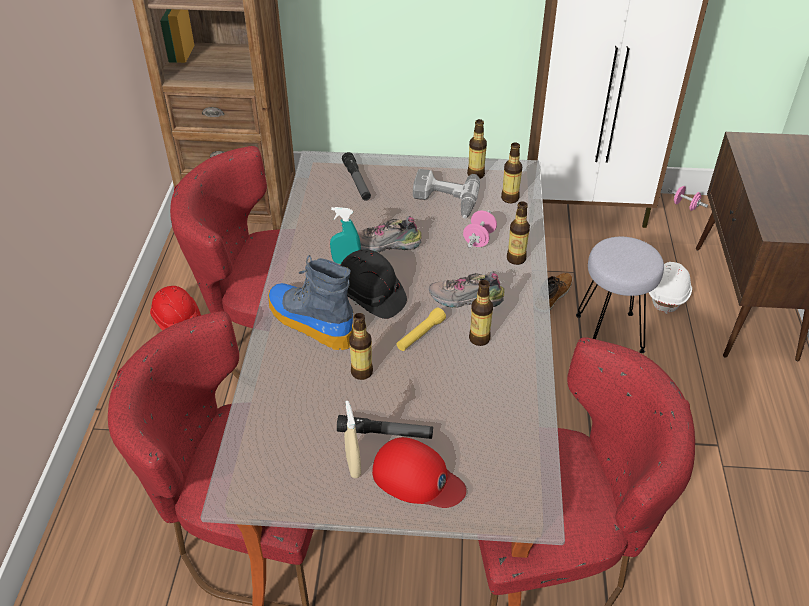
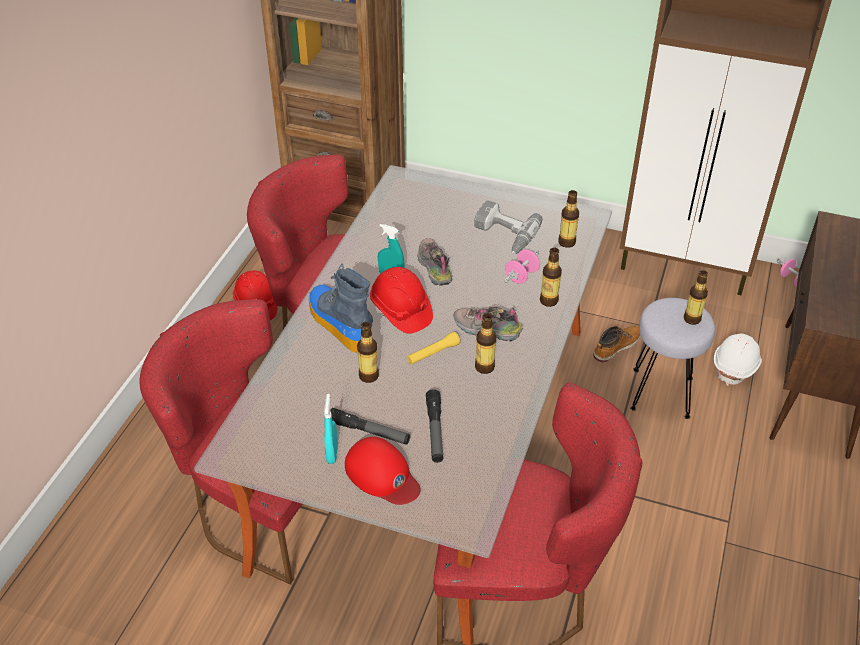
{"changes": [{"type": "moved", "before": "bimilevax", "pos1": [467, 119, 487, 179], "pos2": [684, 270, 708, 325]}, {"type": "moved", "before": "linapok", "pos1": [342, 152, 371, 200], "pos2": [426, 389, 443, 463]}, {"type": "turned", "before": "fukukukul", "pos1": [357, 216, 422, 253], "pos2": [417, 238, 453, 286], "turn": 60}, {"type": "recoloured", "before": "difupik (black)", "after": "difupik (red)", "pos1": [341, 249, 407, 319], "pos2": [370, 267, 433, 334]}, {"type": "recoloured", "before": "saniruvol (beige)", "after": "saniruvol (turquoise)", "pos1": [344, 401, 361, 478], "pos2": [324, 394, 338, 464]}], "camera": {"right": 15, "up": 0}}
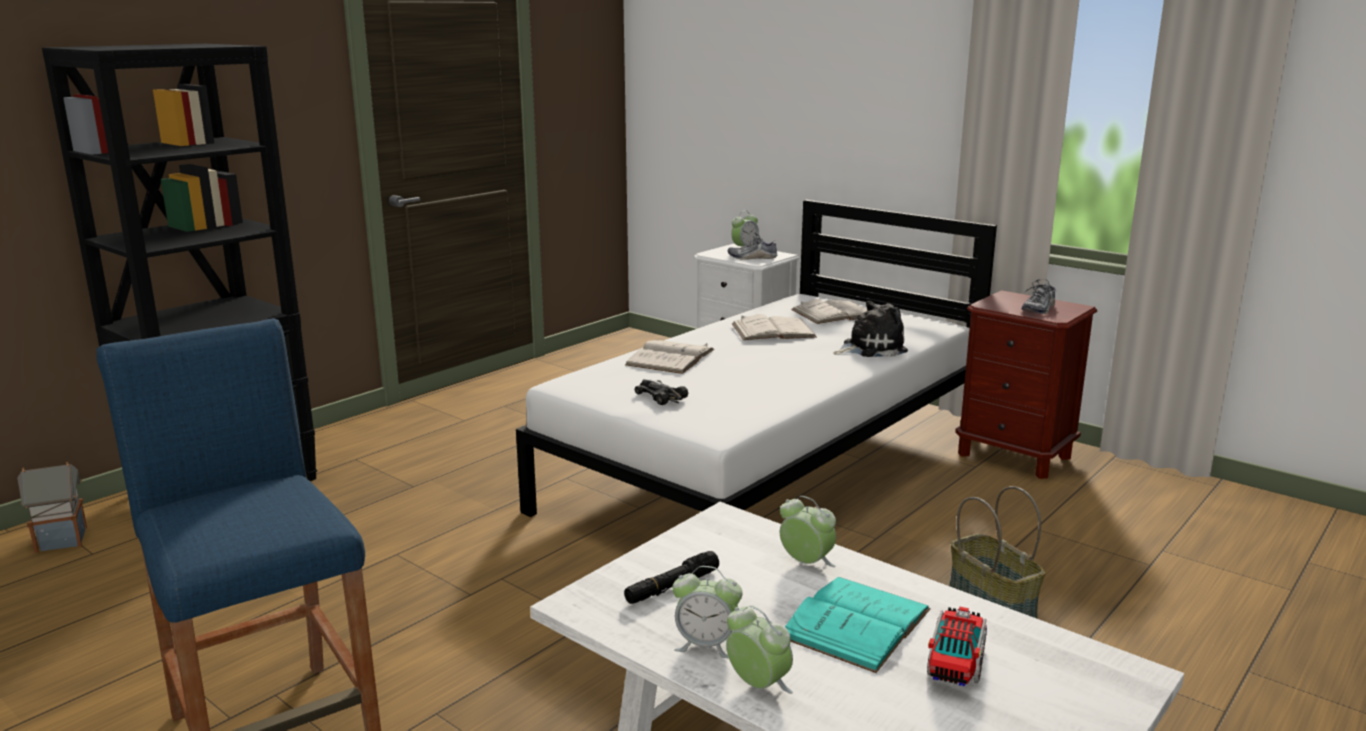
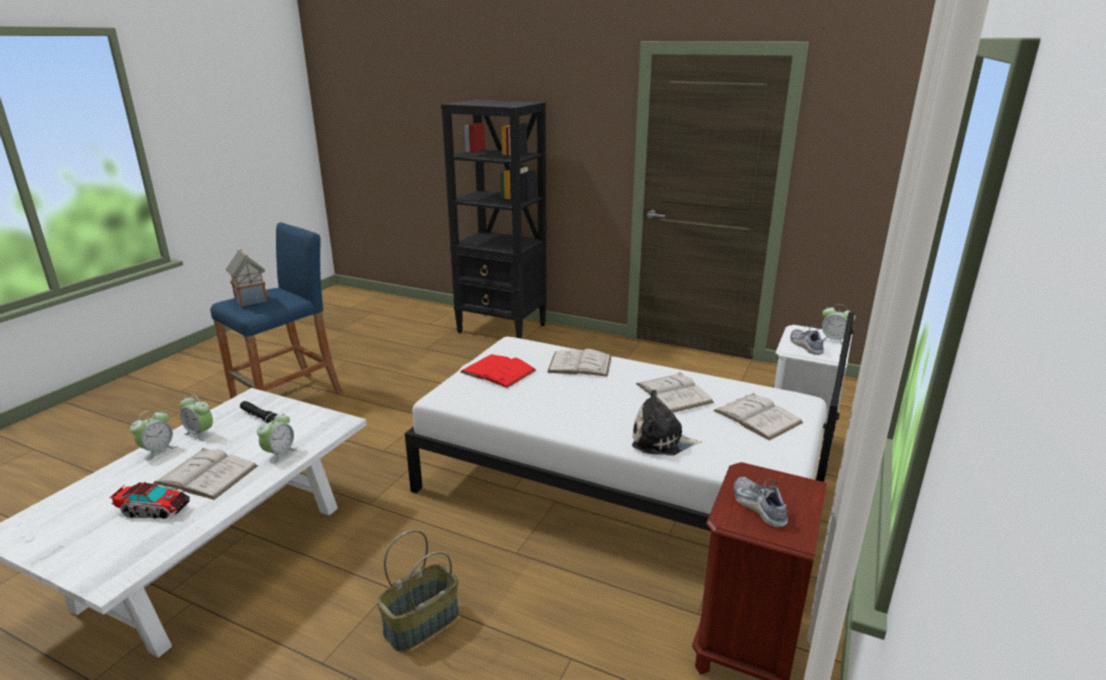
{"changes": [{"type": "turned", "before": "fukukukul", "pos1": [1022, 279, 1056, 315], "pos2": [733, 477, 788, 528], "turn": 45}, {"type": "turned", "before": "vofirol", "pos1": [833, 301, 908, 357], "pos2": [632, 390, 701, 456], "turn": 135}, {"type": "replaced", "before": "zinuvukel", "after": "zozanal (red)", "pos1": [635, 379, 688, 405], "pos2": [460, 354, 536, 388]}, {"type": "moved", "before": "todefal", "pos1": [17, 462, 87, 553], "pos2": [226, 249, 268, 307]}, {"type": "turned", "before": "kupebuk", "pos1": [672, 566, 743, 658], "pos2": [180, 394, 213, 441], "turn": -60}, {"type": "recoloured", "before": "zozanal (turquoise)", "after": "zozanal (white)", "pos1": [785, 577, 930, 673], "pos2": [153, 448, 258, 500]}], "camera": {"right": 75, "up": 5}}
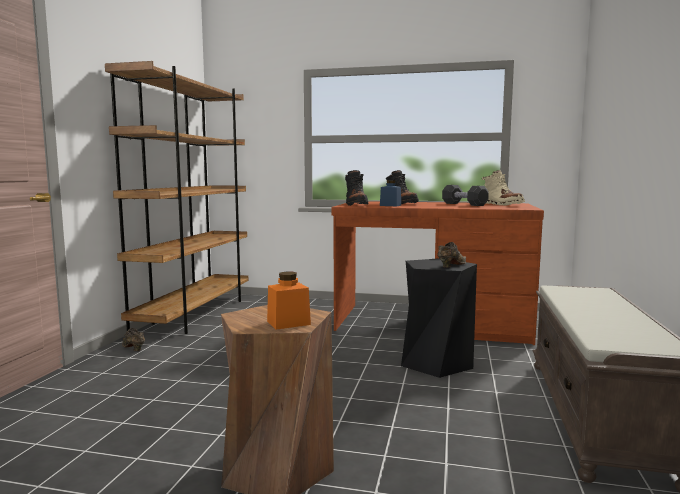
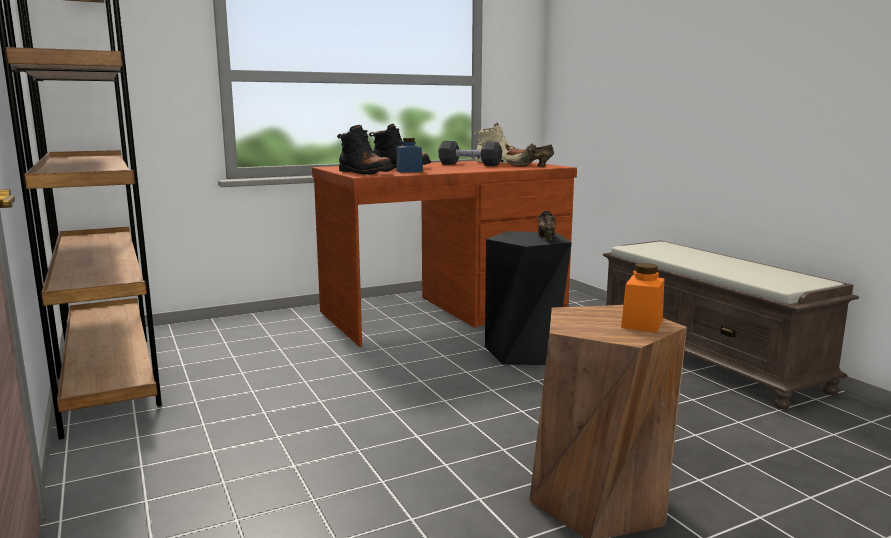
{"changes": [{"type": "moved", "before": "fukukukul (brown)", "pos1": [122, 328, 145, 351], "pos2": [507, 143, 554, 167]}], "camera": {"right": -40, "up": 5}}
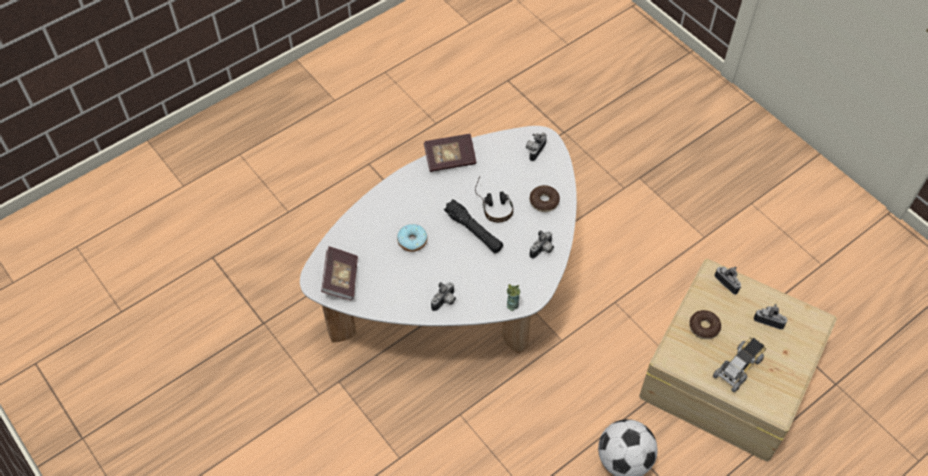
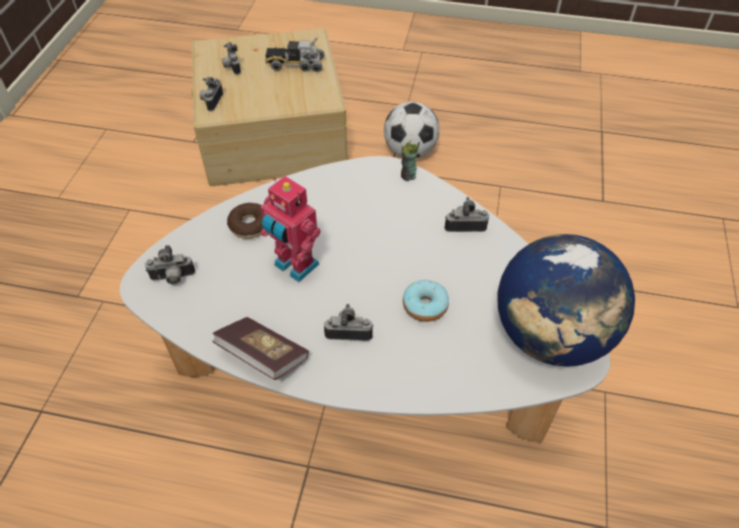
{"changes": [{"type": "replaced", "before": "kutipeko", "after": "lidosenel", "pos1": [475, 177, 513, 223], "pos2": [261, 176, 320, 282]}, {"type": "removed", "before": "linapok (black)", "pos1": [444, 199, 503, 254]}, {"type": "moved", "before": "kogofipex", "pos1": [529, 230, 554, 258], "pos2": [324, 304, 373, 341]}, {"type": "replaced", "before": "zozanal", "after": "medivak", "pos1": [321, 246, 358, 300], "pos2": [498, 234, 635, 367]}, {"type": "removed", "before": "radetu", "pos1": [689, 310, 721, 339]}], "camera": {"right": -130, "up": -5}}
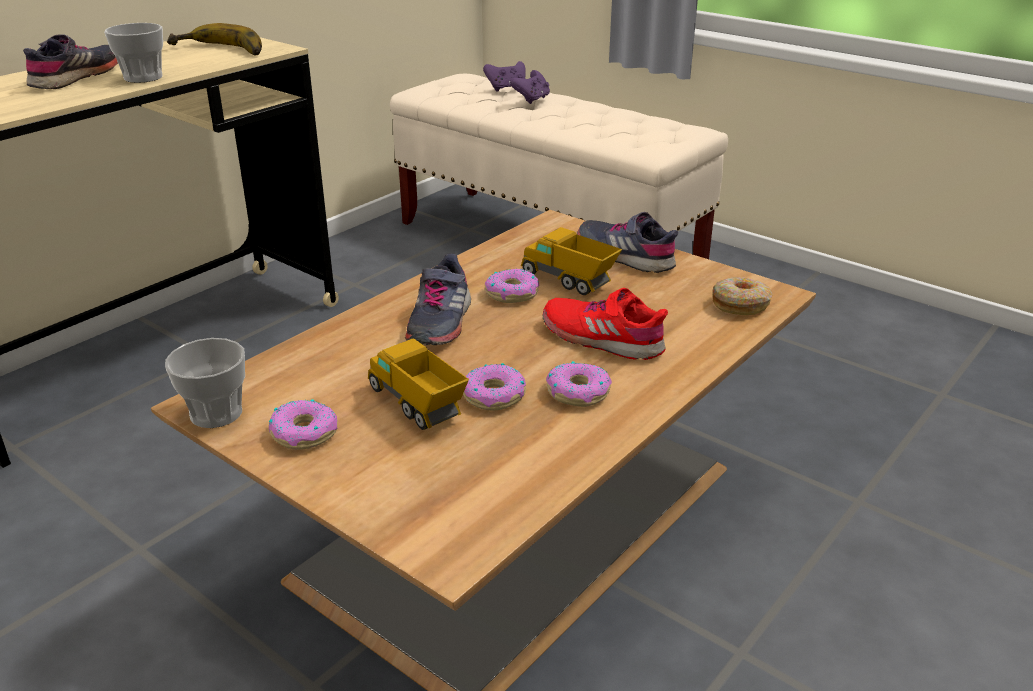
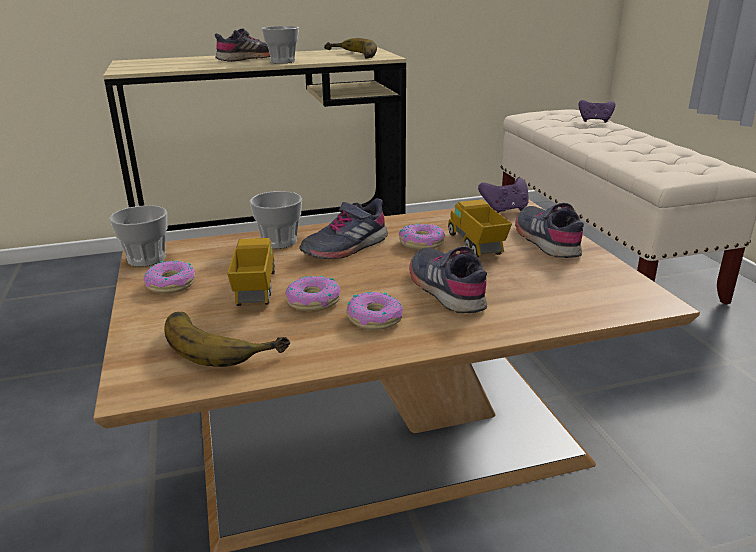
{"changes": [{"type": "moved", "before": "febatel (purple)", "pos1": [510, 70, 550, 104], "pos2": [478, 178, 529, 213]}, {"type": "removed", "before": "radetu", "pos1": [712, 277, 773, 315]}, {"type": "recoloured", "before": "fukukukul (red)", "after": "fukukukul (grey)", "pos1": [543, 288, 668, 360], "pos2": [409, 246, 487, 313]}, {"type": "added", "after": "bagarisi", "pos2": [249, 191, 302, 249]}, {"type": "added", "after": "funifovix", "pos2": [164, 312, 290, 367]}], "camera": {"right": 35, "up": -5}}
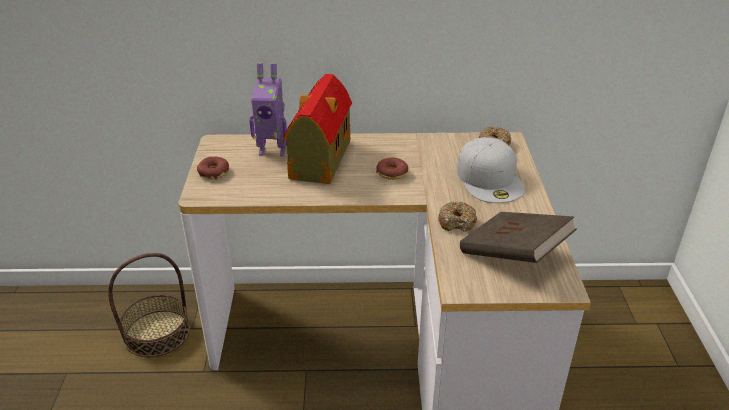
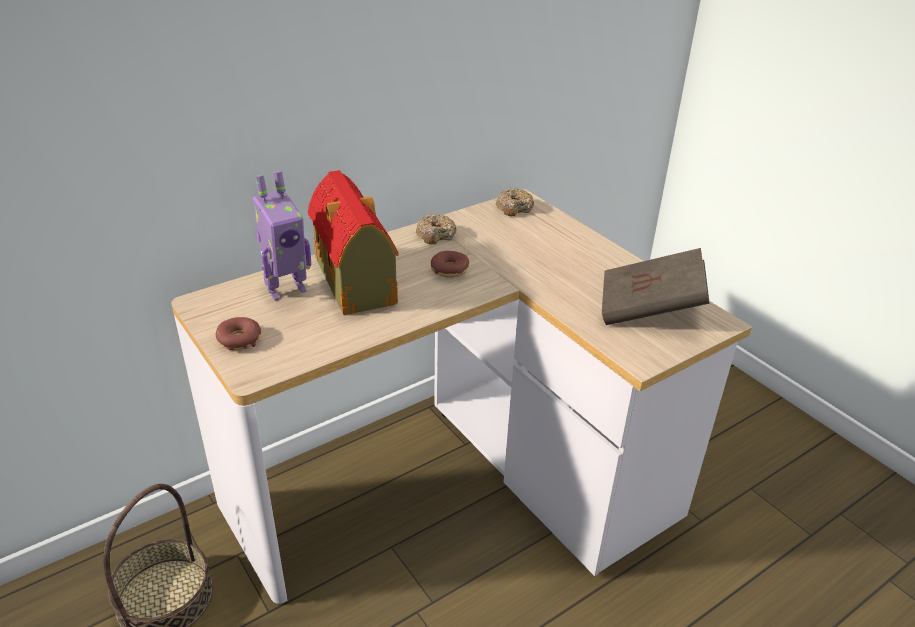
{"changes": [{"type": "removed", "before": "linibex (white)", "pos1": [457, 137, 525, 203]}, {"type": "moved", "before": "radetu", "pos1": [438, 201, 477, 232], "pos2": [416, 214, 456, 244]}], "camera": {"right": -35, "up": 0}}
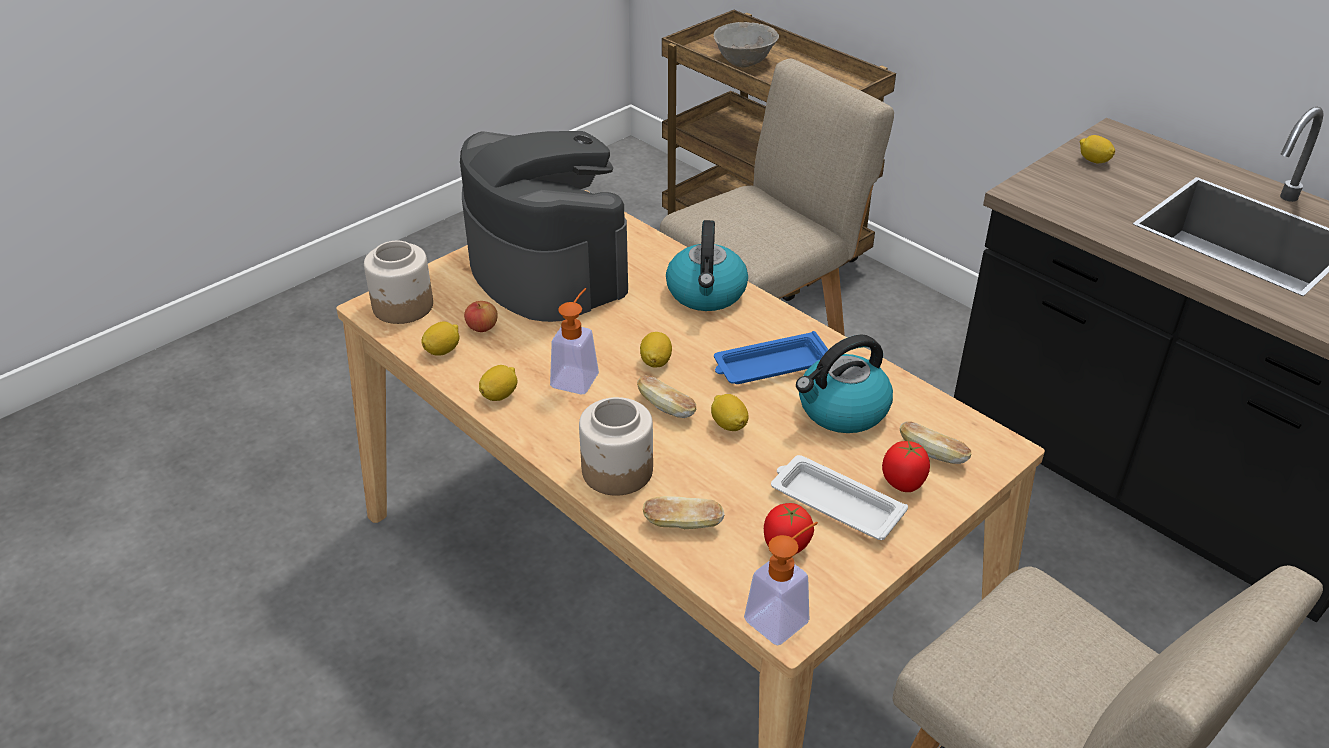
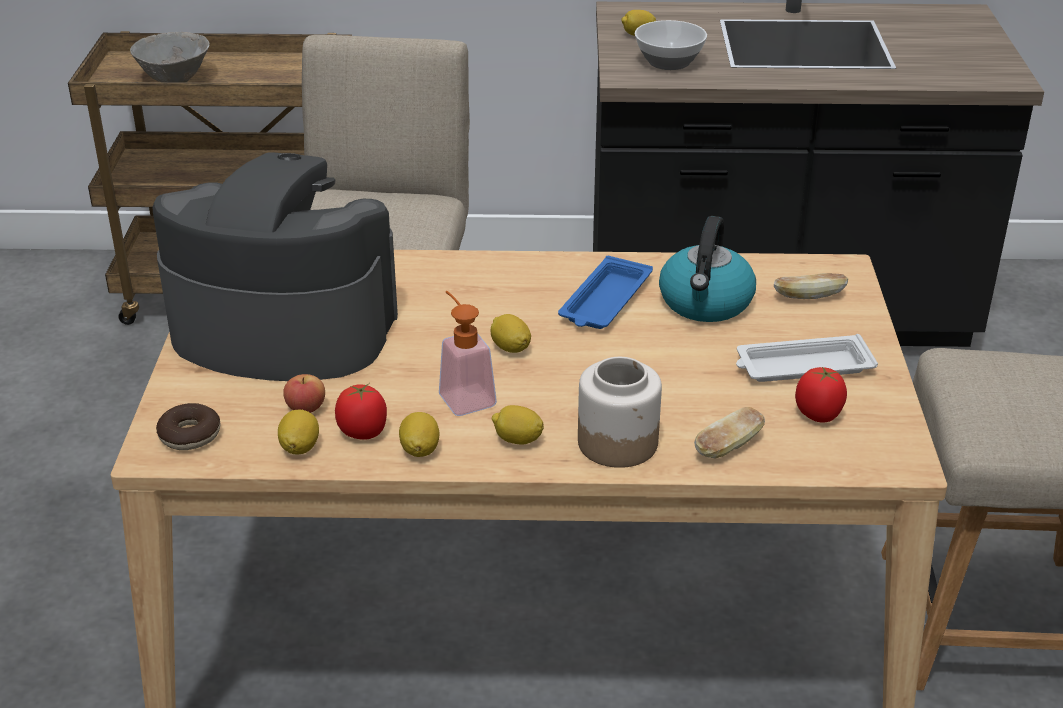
{"changes": [{"type": "removed", "before": "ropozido", "pos1": [666, 220, 748, 311]}, {"type": "replaced", "before": "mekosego", "after": "radetu", "pos1": [364, 241, 433, 324], "pos2": [156, 403, 220, 450]}, {"type": "removed", "before": "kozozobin", "pos1": [637, 375, 696, 418]}, {"type": "moved", "before": "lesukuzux", "pos1": [711, 394, 749, 431], "pos2": [492, 405, 544, 445]}, {"type": "moved", "before": "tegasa", "pos1": [882, 441, 930, 492], "pos2": [335, 384, 387, 440]}, {"type": "removed", "before": "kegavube", "pos1": [744, 522, 818, 646]}, {"type": "added", "after": "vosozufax", "pos2": [634, 20, 707, 70]}], "camera": {"right": -45, "up": -5}}
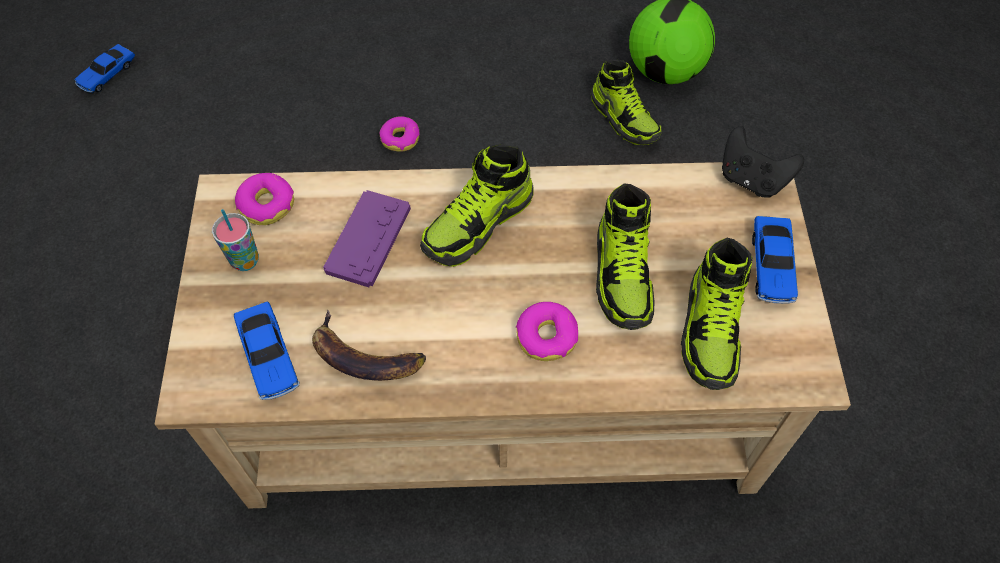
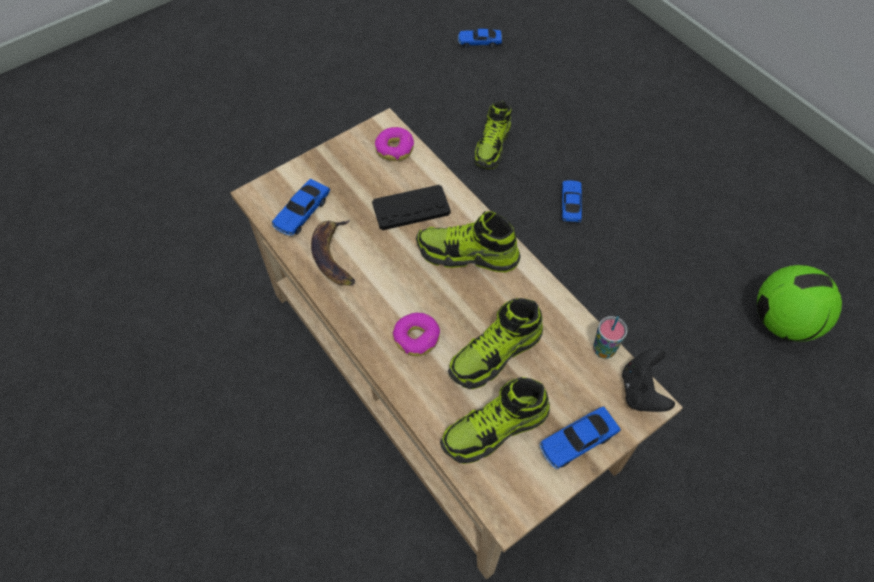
{"changes": [{"type": "moved", "before": "fukukukul", "pos1": [591, 60, 662, 145], "pos2": [474, 101, 512, 169]}, {"type": "replaced", "before": "radetu", "after": "zinuvukel", "pos1": [380, 116, 420, 152], "pos2": [561, 180, 582, 222]}, {"type": "recoloured", "before": "febatel (purple)", "after": "febatel (black)", "pos1": [323, 190, 411, 287], "pos2": [372, 185, 451, 230]}, {"type": "moved", "before": "bagarisi", "pos1": [212, 209, 259, 271], "pos2": [593, 316, 627, 359]}], "camera": {"right": 55, "up": 0}}
